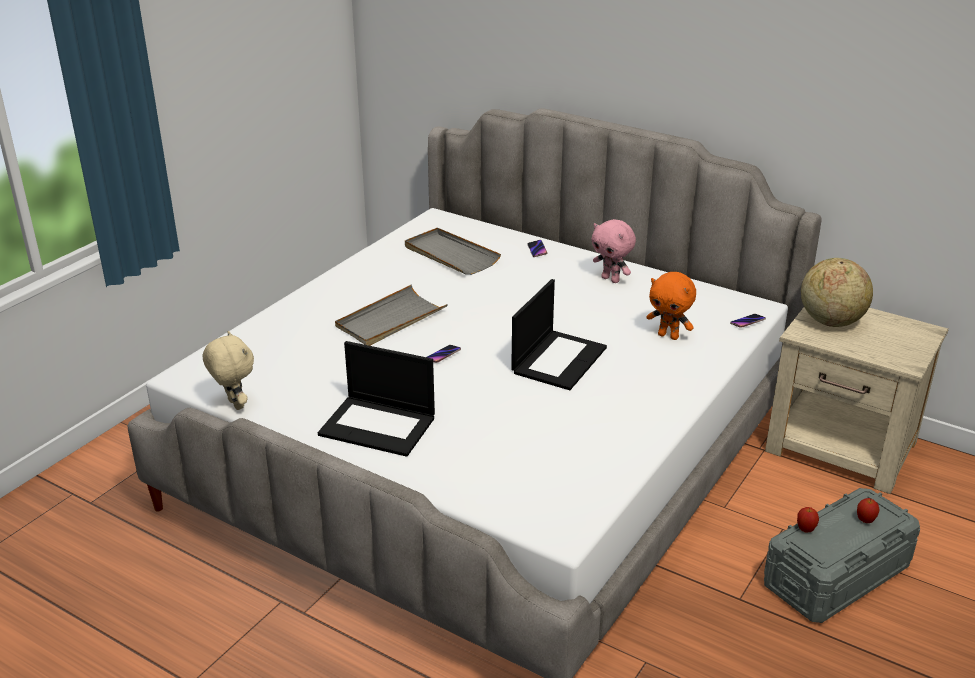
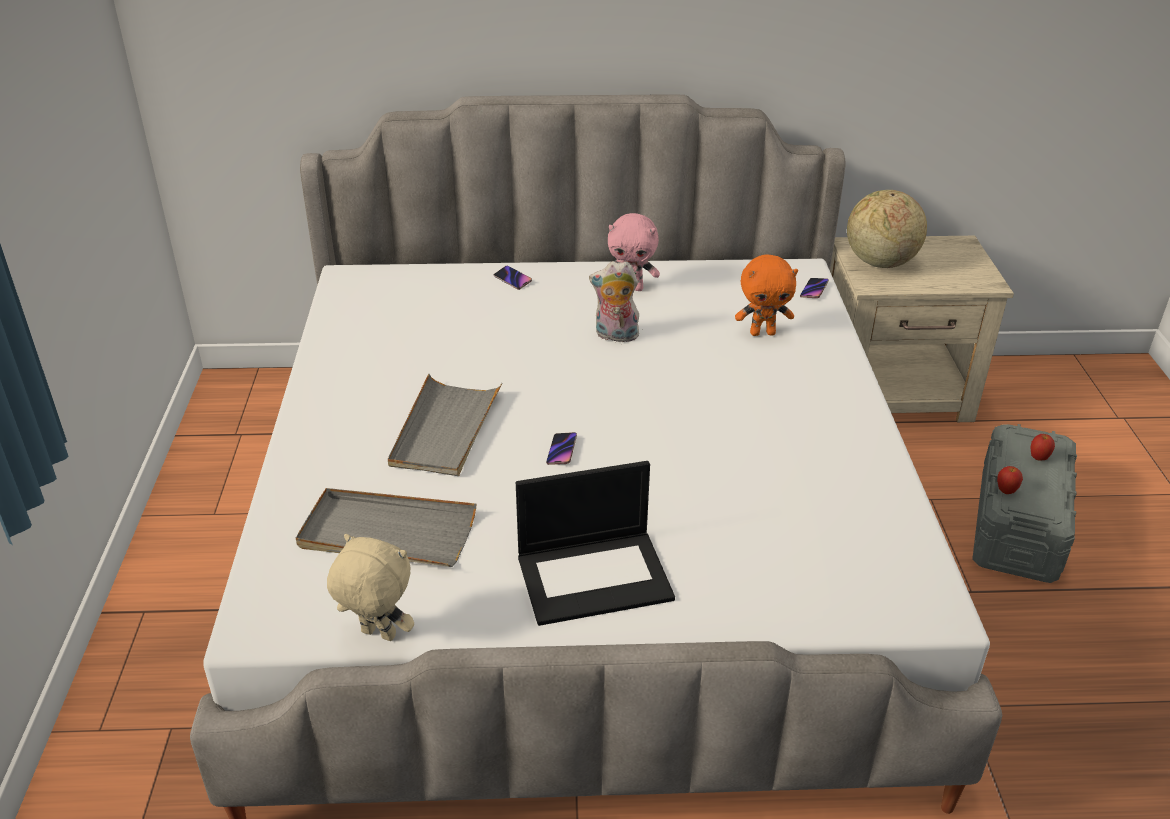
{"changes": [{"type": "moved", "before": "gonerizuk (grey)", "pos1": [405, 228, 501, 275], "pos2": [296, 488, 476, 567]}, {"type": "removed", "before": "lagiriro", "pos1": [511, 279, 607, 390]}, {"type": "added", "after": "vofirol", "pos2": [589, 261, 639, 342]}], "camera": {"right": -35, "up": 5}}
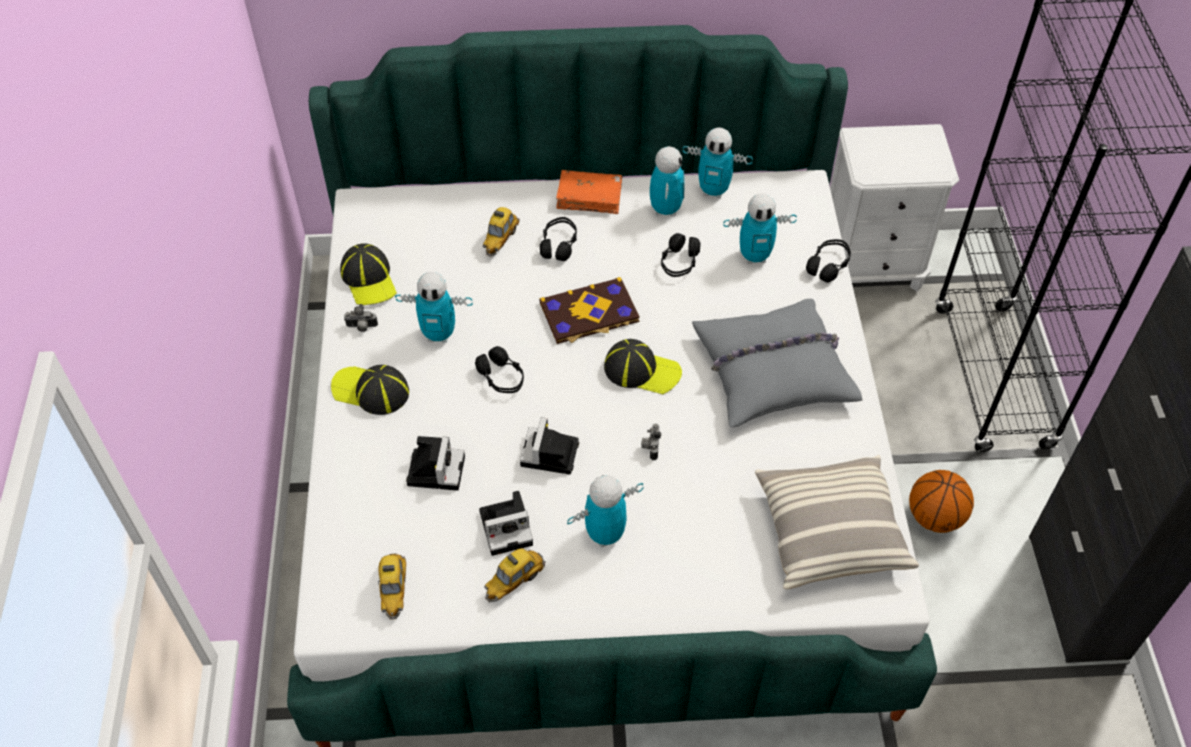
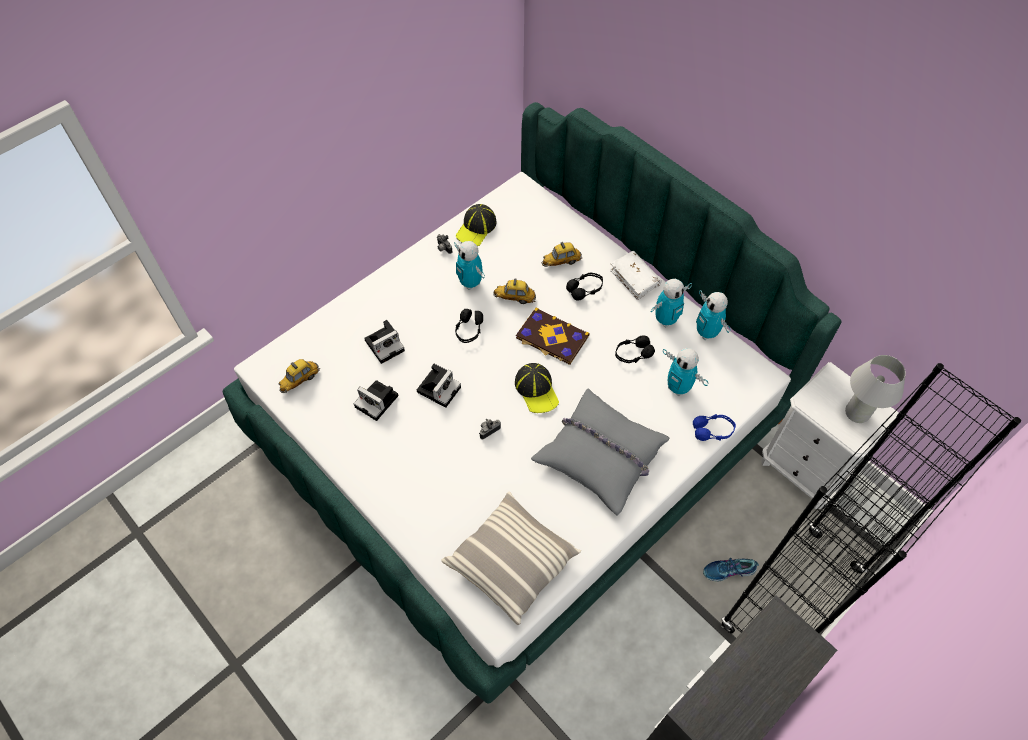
{"changes": [{"type": "recoloured", "before": "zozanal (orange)", "after": "zozanal (white)", "pos1": [556, 170, 622, 214], "pos2": [610, 251, 662, 300]}, {"type": "recoloured", "before": "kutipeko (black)", "after": "kutipeko (blue)", "pos1": [806, 239, 851, 283], "pos2": [693, 414, 736, 441]}, {"type": "removed", "before": "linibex", "pos1": [331, 365, 409, 415]}, {"type": "turned", "before": "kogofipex", "pos1": [520, 417, 579, 474], "pos2": [417, 364, 461, 408], "turn": 150}, {"type": "removed", "before": "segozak", "pos1": [909, 470, 974, 533]}, {"type": "removed", "before": "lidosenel", "pos1": [567, 475, 643, 547]}, {"type": "moved", "before": "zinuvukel", "pos1": [484, 549, 546, 602], "pos2": [493, 278, 536, 304]}, {"type": "added", "after": "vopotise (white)", "pos2": [845, 355, 906, 423]}, {"type": "added", "after": "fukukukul", "pos2": [703, 558, 759, 582]}], "camera": {"right": 50, "up": 5}}
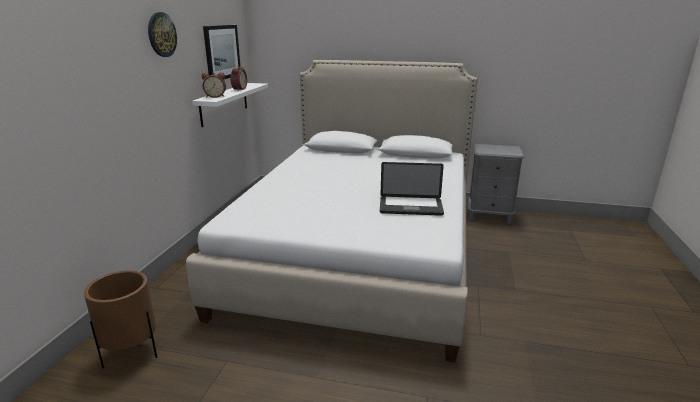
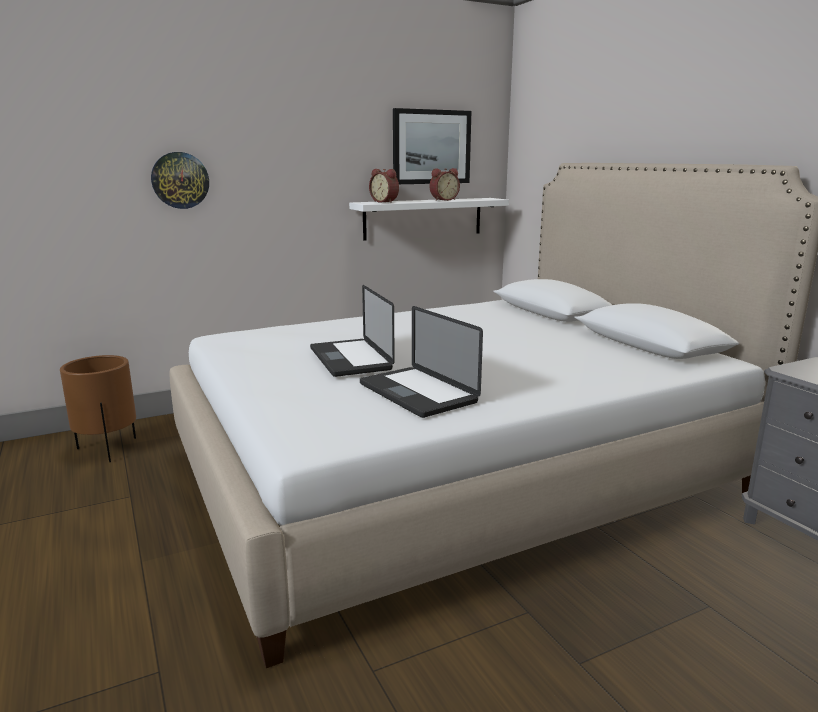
{"changes": [{"type": "moved", "before": "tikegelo", "pos1": [148, 12, 177, 57], "pos2": [151, 152, 209, 209]}, {"type": "added", "after": "lagiriro", "pos2": [310, 285, 395, 377]}], "camera": {"right": 50, "up": -5}}
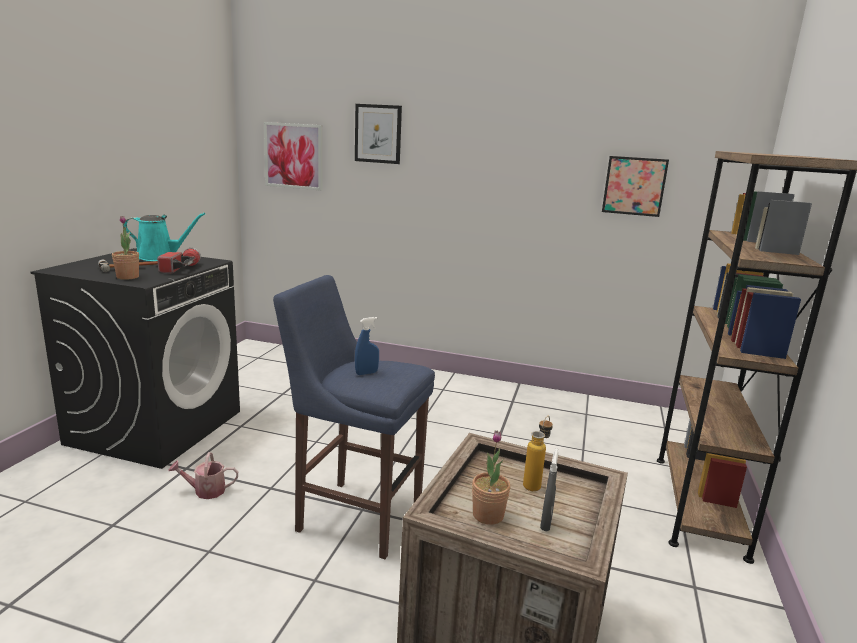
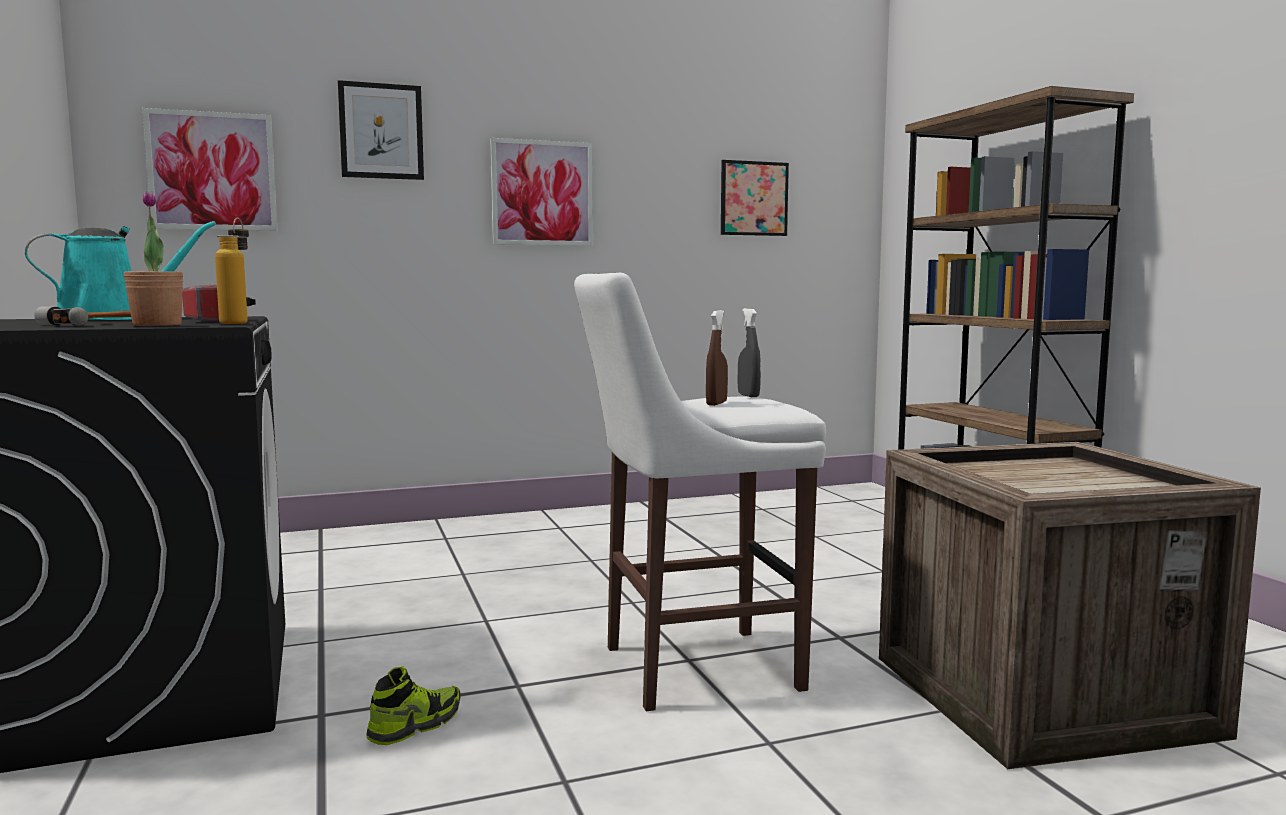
{"changes": [{"type": "recoloured", "before": "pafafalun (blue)", "after": "pafafalun (white)", "pos1": [273, 275, 435, 559], "pos2": [574, 273, 826, 711]}, {"type": "recoloured", "before": "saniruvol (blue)", "after": "saniruvol (brown)", "pos1": [355, 317, 379, 375], "pos2": [706, 310, 728, 406]}, {"type": "moved", "before": "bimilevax", "pos1": [523, 416, 553, 491], "pos2": [215, 218, 249, 324]}, {"type": "removed", "before": "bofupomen", "pos1": [472, 431, 511, 525]}, {"type": "moved", "before": "saniruvol (grey)", "pos1": [540, 448, 558, 531], "pos2": [738, 308, 761, 397]}, {"type": "replaced", "before": "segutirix", "after": "fukukukul", "pos1": [168, 452, 238, 499], "pos2": [366, 667, 461, 745]}, {"type": "added", "after": "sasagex", "pos2": [490, 138, 593, 246]}], "camera": {"right": -35, "up": -10}}
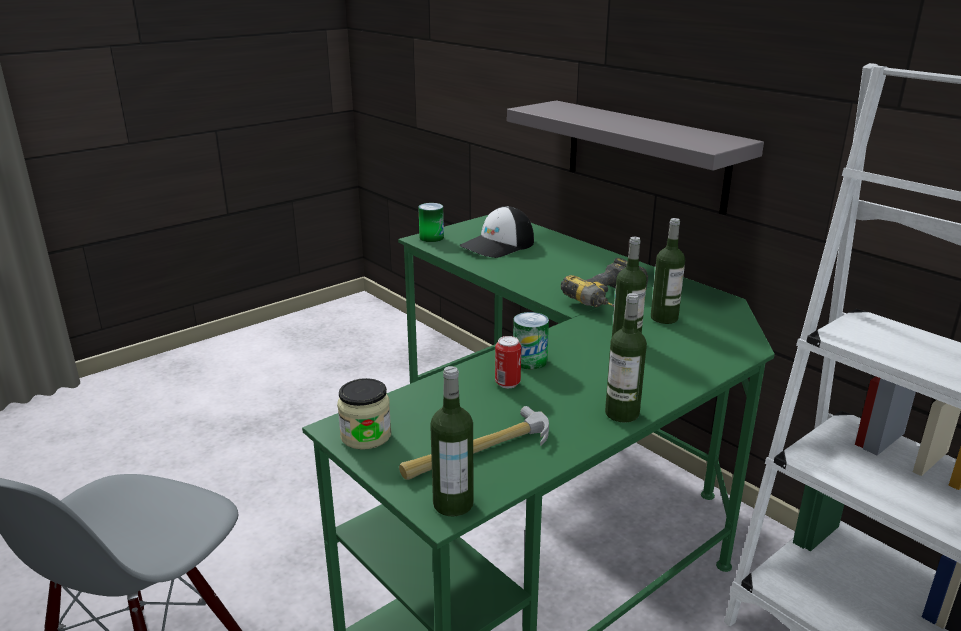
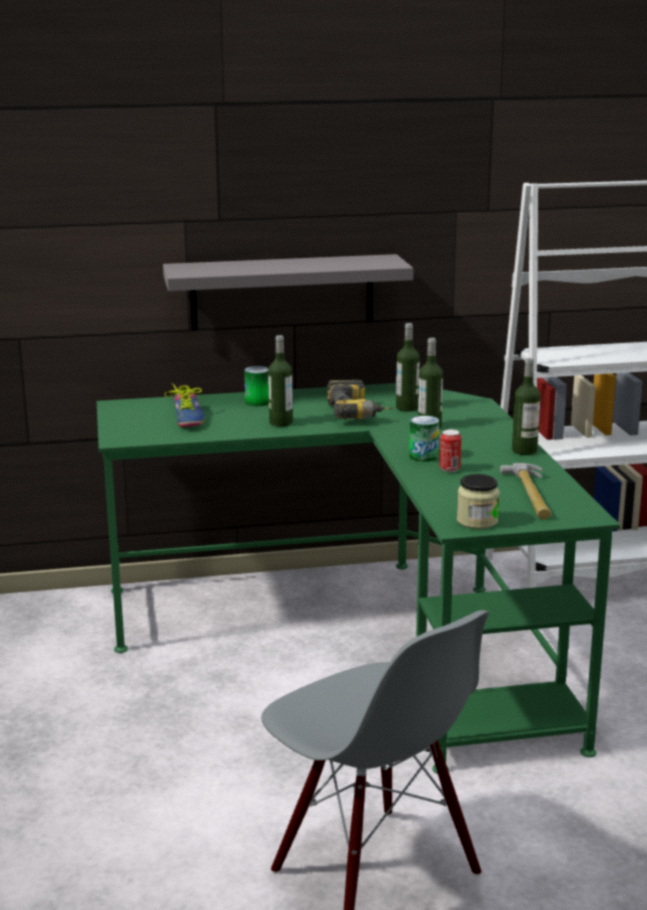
{"changes": [{"type": "moved", "before": "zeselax", "pos1": [418, 203, 444, 242], "pos2": [244, 366, 269, 406]}, {"type": "replaced", "before": "linibex", "after": "fukukukul", "pos1": [460, 206, 534, 258], "pos2": [164, 383, 205, 427]}, {"type": "moved", "before": "bimilevax", "pos1": [430, 366, 474, 516], "pos2": [268, 335, 293, 427]}], "camera": {"right": -60, "up": -5}}
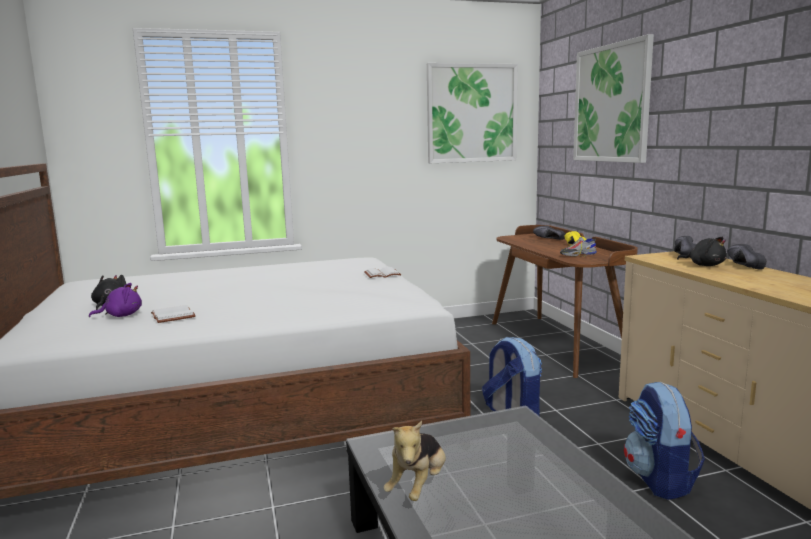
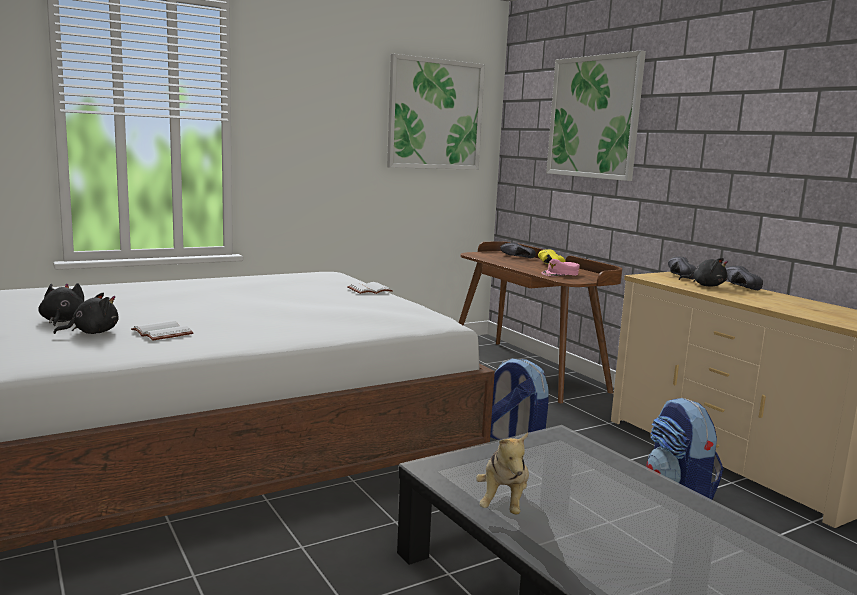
{"changes": [{"type": "replaced", "before": "fukukukul", "after": "linibex (pink)", "pos1": [560, 237, 597, 257], "pos2": [542, 259, 580, 276]}, {"type": "recoloured", "before": "vofirol (purple)", "after": "vofirol (black)", "pos1": [89, 283, 142, 317], "pos2": [54, 293, 119, 334]}], "camera": {"right": -15, "up": 0}}
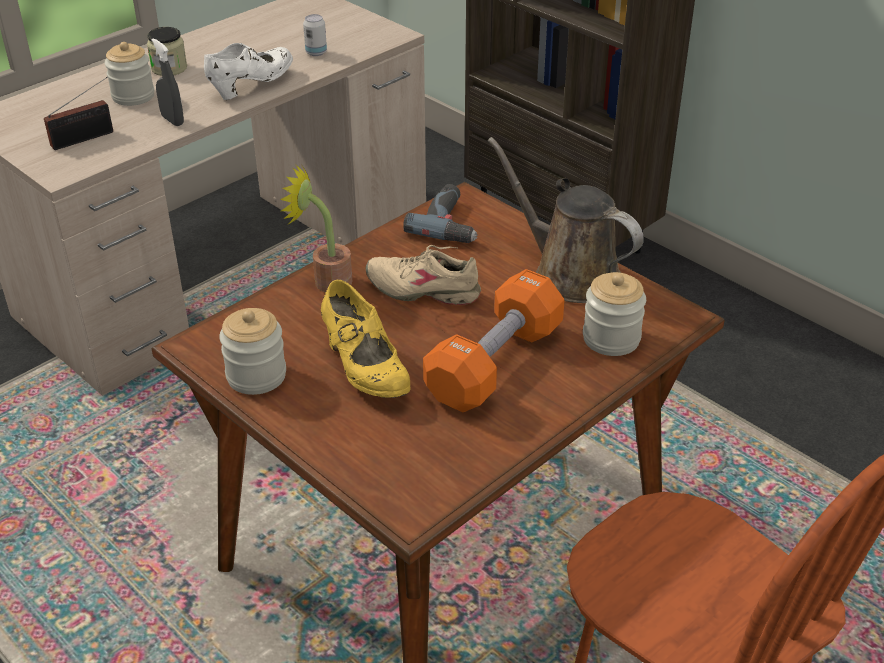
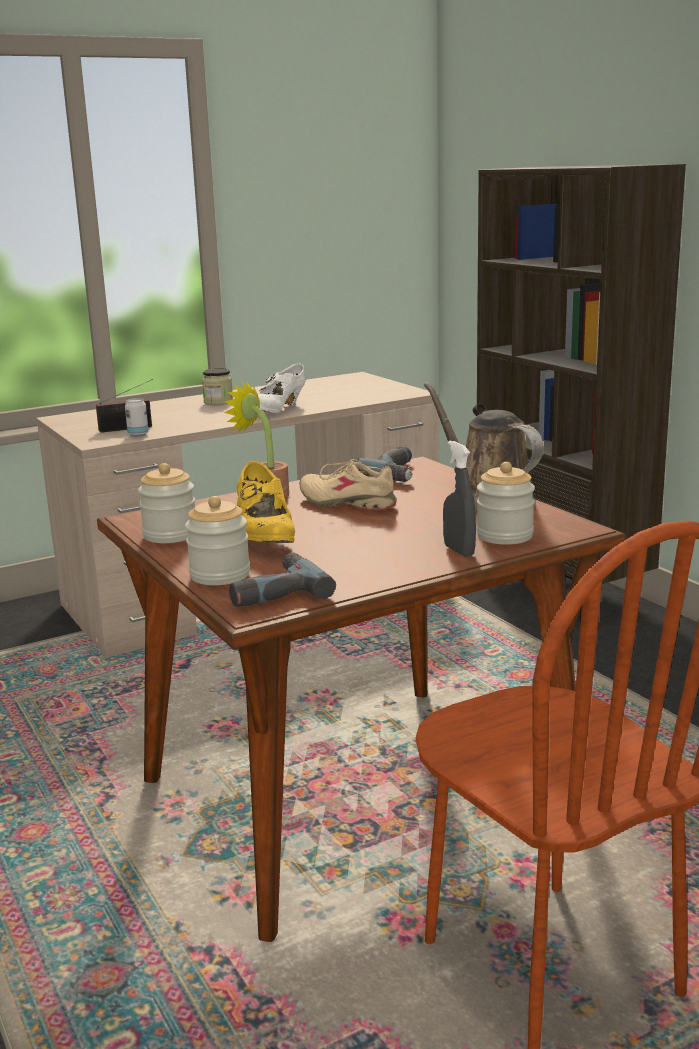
{"changes": [{"type": "moved", "before": "zeselax", "pos1": [303, 14, 327, 56], "pos2": [125, 398, 148, 437]}, {"type": "moved", "before": "saniruvol (grey)", "pos1": [151, 38, 184, 126], "pos2": [443, 440, 476, 557]}, {"type": "moved", "before": "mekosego", "pos1": [104, 42, 154, 106], "pos2": [185, 496, 250, 585]}, {"type": "turned", "before": "fukukukul (white)", "pos1": [204, 43, 293, 100], "pos2": [257, 363, 306, 413], "turn": 150}, {"type": "removed", "before": "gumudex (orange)", "pos1": [423, 269, 565, 412]}, {"type": "added", "after": "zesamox", "pos2": [229, 552, 336, 607]}], "camera": {"right": 15, "up": -20}}
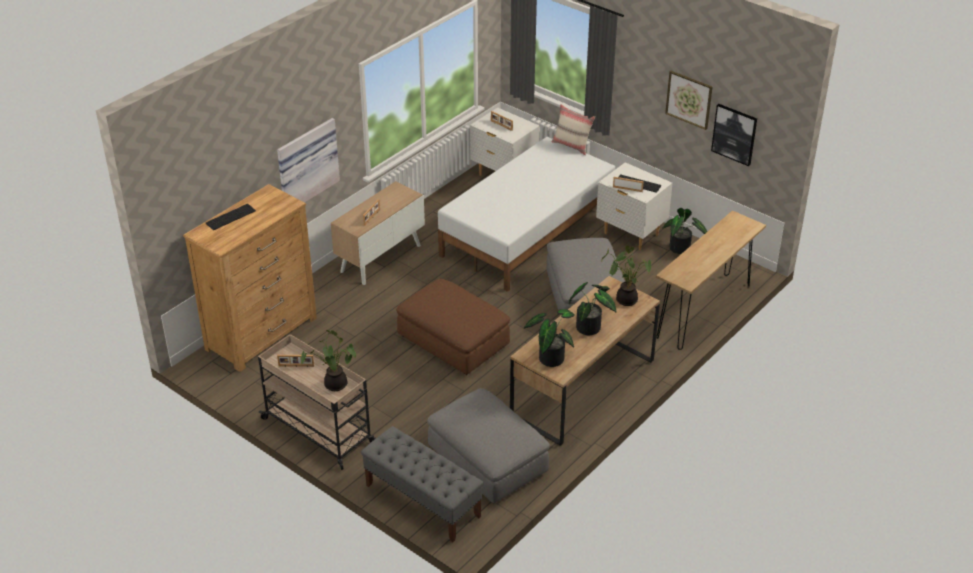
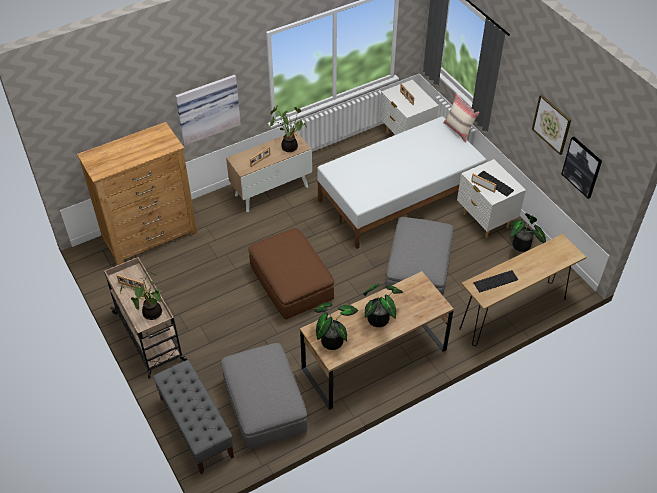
{"changes": [{"type": "moved", "before": "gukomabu", "pos1": [206, 204, 256, 230], "pos2": [474, 270, 518, 292]}, {"type": "moved", "before": "bofupomen", "pos1": [601, 246, 651, 306], "pos2": [270, 105, 307, 152]}], "camera": {"right": 20, "up": 10}}
